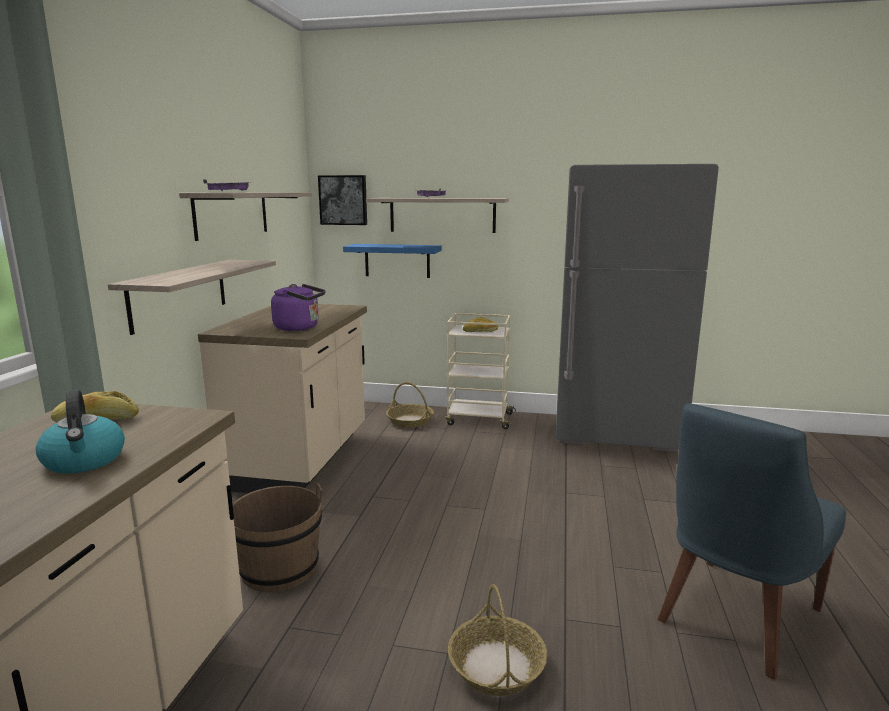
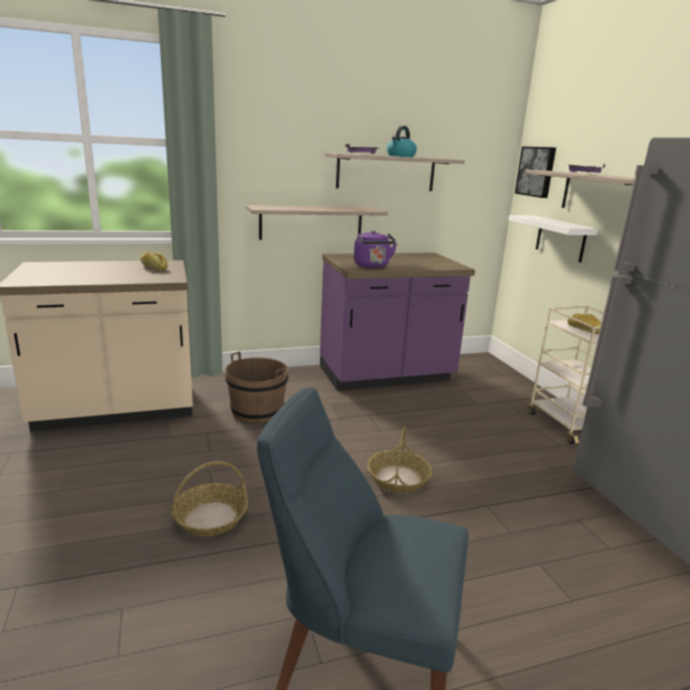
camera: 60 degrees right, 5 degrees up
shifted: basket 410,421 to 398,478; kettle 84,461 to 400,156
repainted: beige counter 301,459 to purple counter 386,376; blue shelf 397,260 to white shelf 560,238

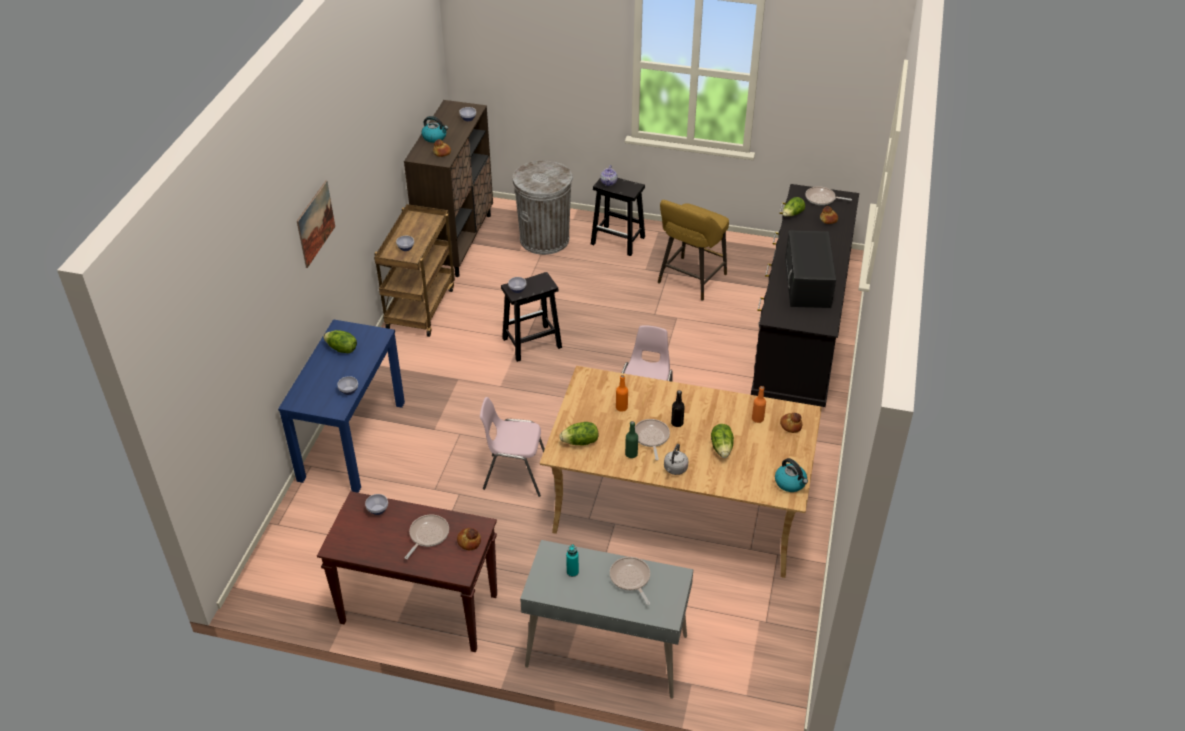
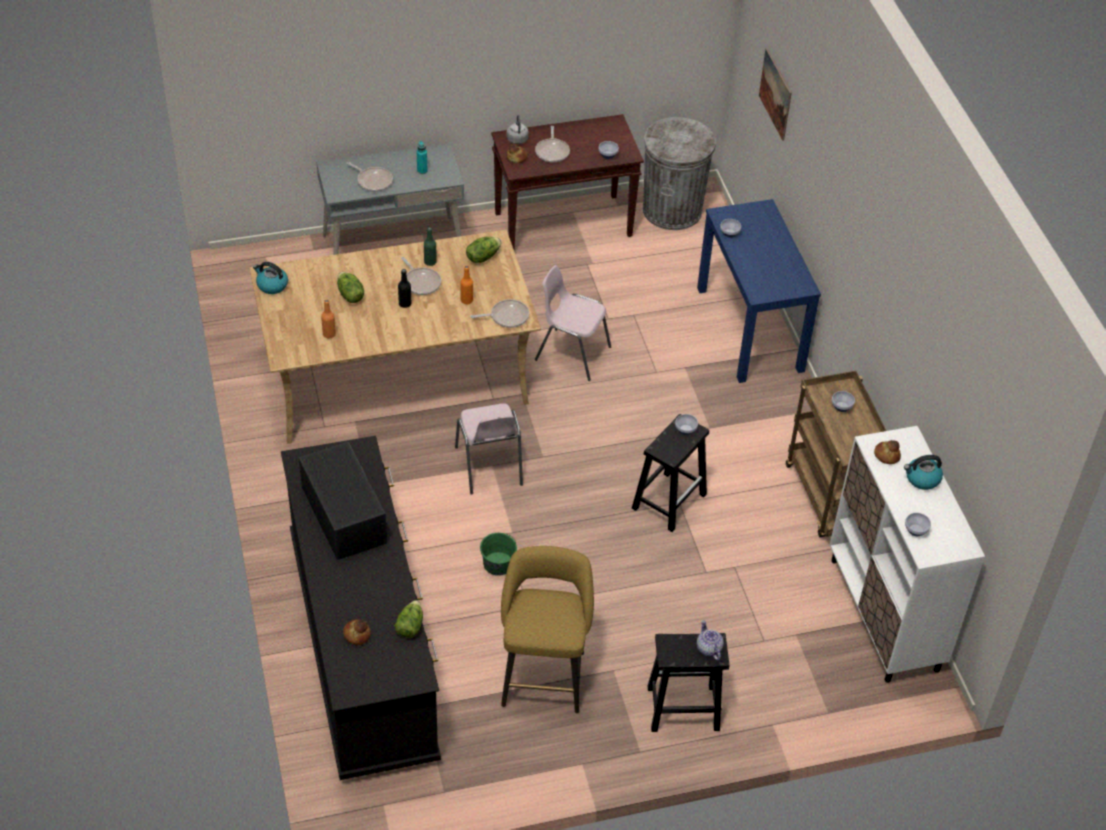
camera: 150 degrees right, 5 degrees up
gone: lettuce 341,349; bread 791,425
new: green bucket 498,564
shifted: frying pan 822,199 to 507,316; grey kettle 675,469 to 517,138; grey trash can 544,239 to 672,210; picture 315,223 to 775,94
repainted: brown cabinet 457,242 to white cabinet 884,615
rotated: pink chair 515,474 = 572,353 135 degrees counterclockwise

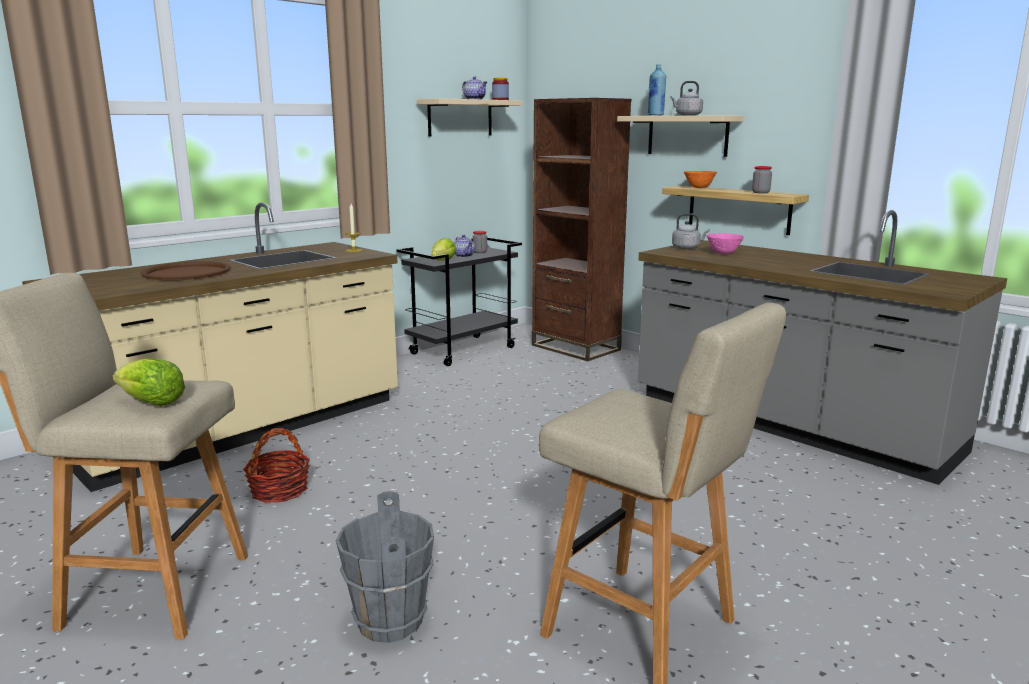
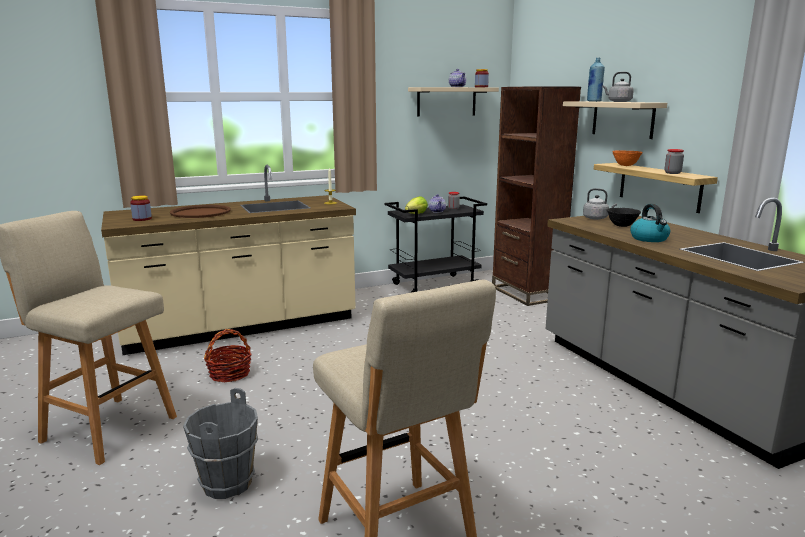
camera: 20 degrees right, 0 degrees up
gone: lettuce 152,403
new: jar 142,219; kettle 649,239
repainted: pink bowl 724,253 to black bowl 622,226

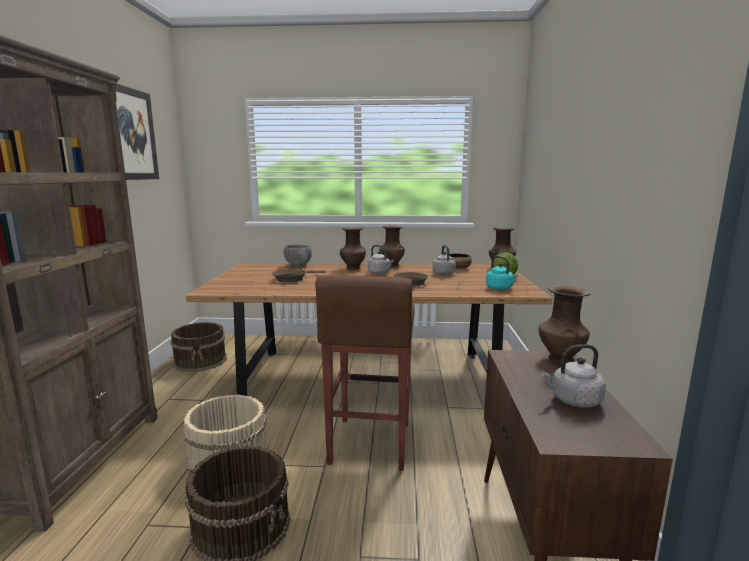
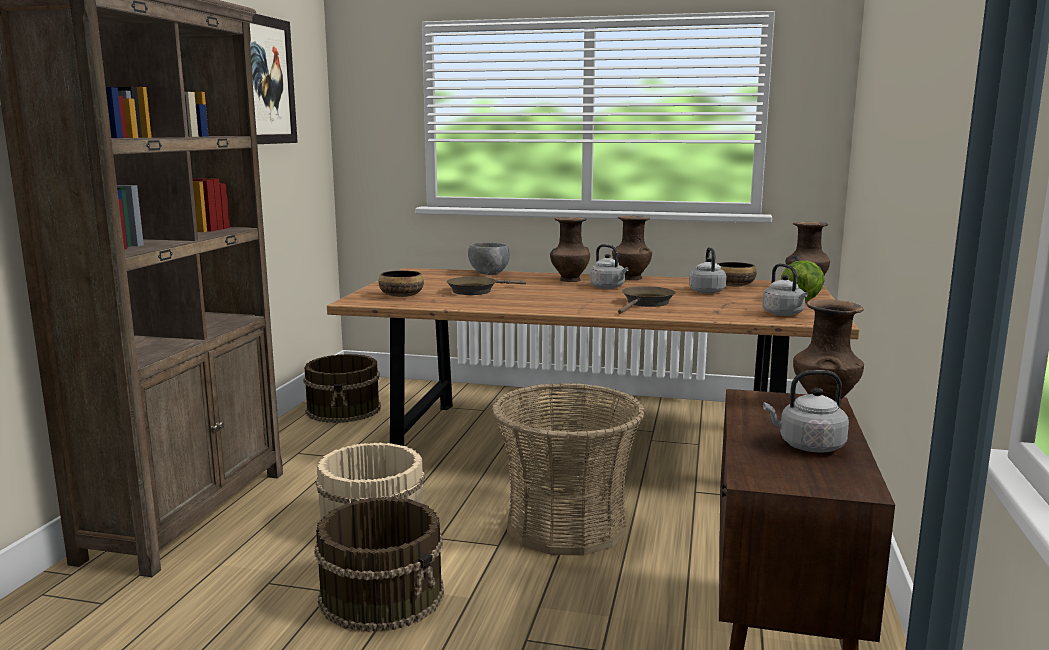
camera: 10 degrees right, 0 degrees up
new: bowl 401,295
swapped: brown stool 369,443 to basket 566,525
repainted: turquoise kettle 500,288 to grey kettle 784,314

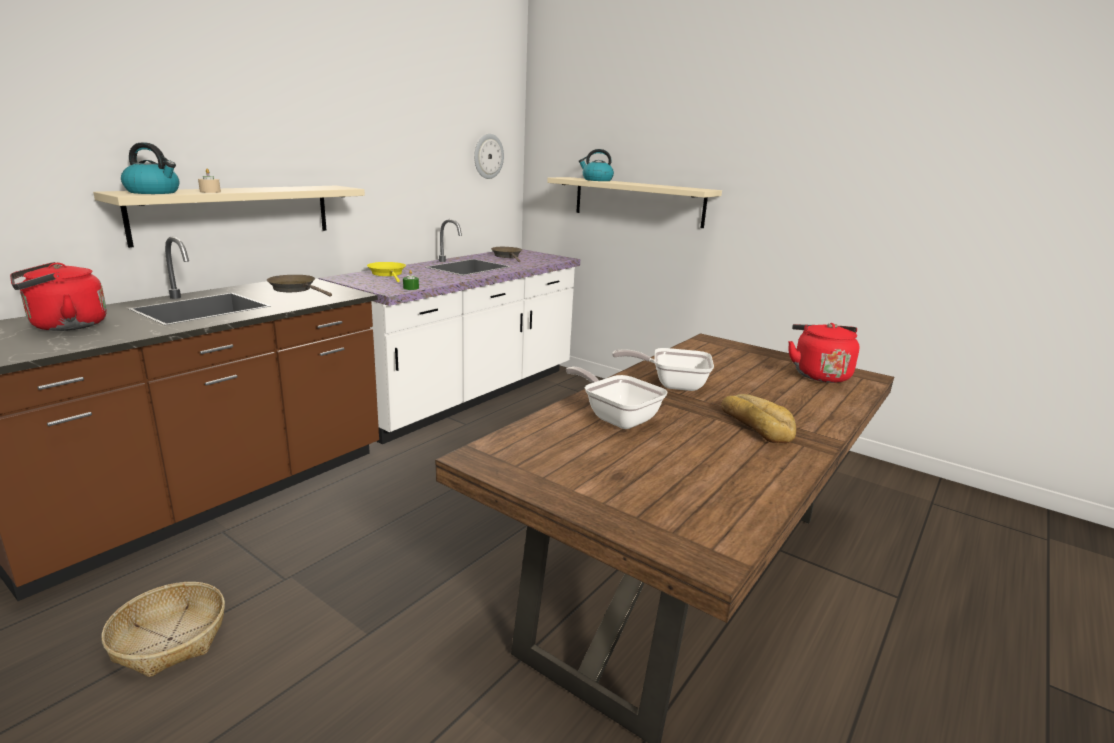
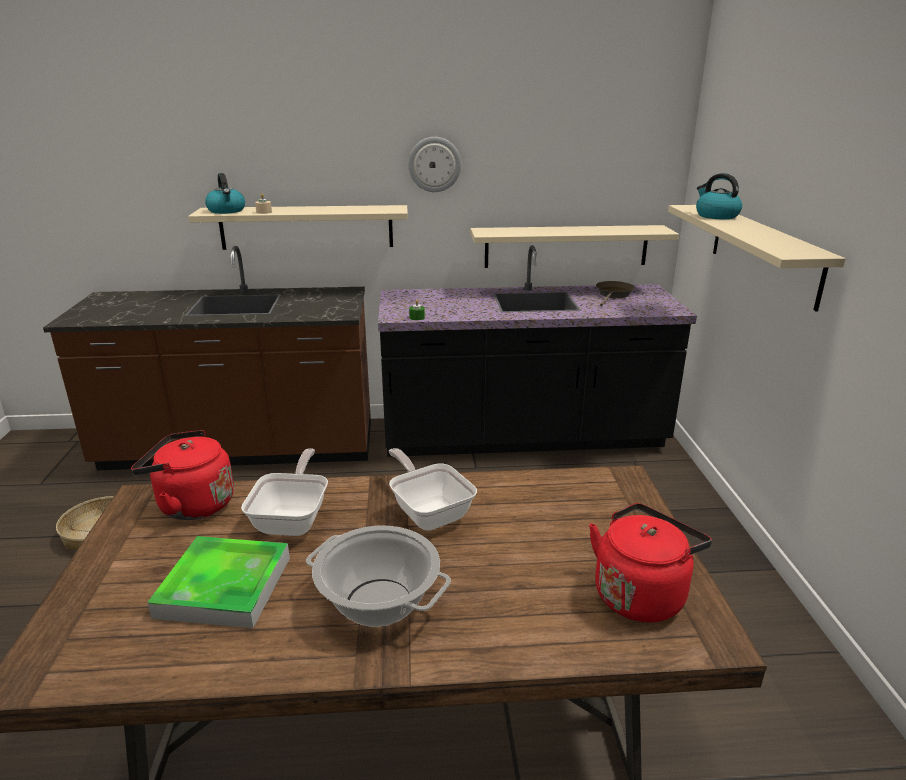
camera: 50 degrees right, 5 degrees up
gone: brown frying pan 295,289; yellow frying pan 388,274
new: tray 224,586; beige shelf 566,246
shifted: red kettle 64,326 to 191,505; wall clock 488,156 to 434,164
swapped: bread 756,425 to cooking pot 378,603
repainted: white counter 465,395 to black counter 523,437

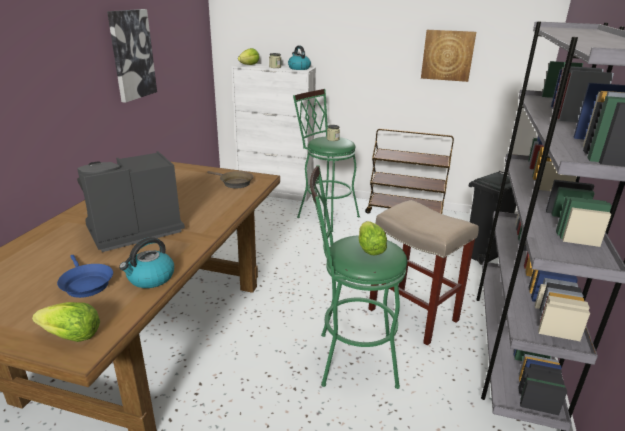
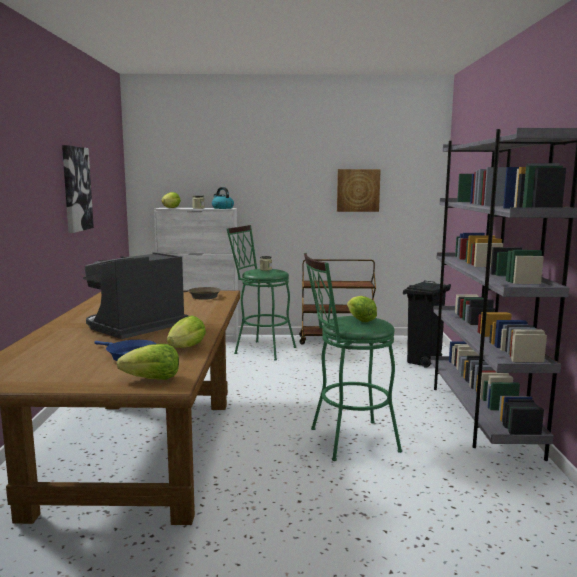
camera: 15 degrees left, 15 degrees down
gone: beige stool 414,315
swapped: kettle 150,278 to lettuce 187,348

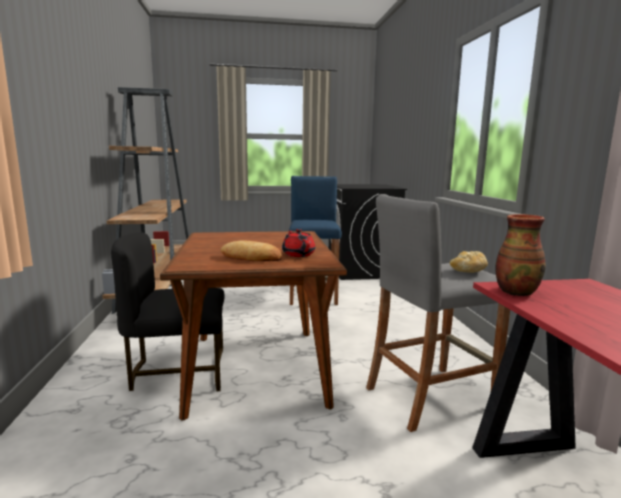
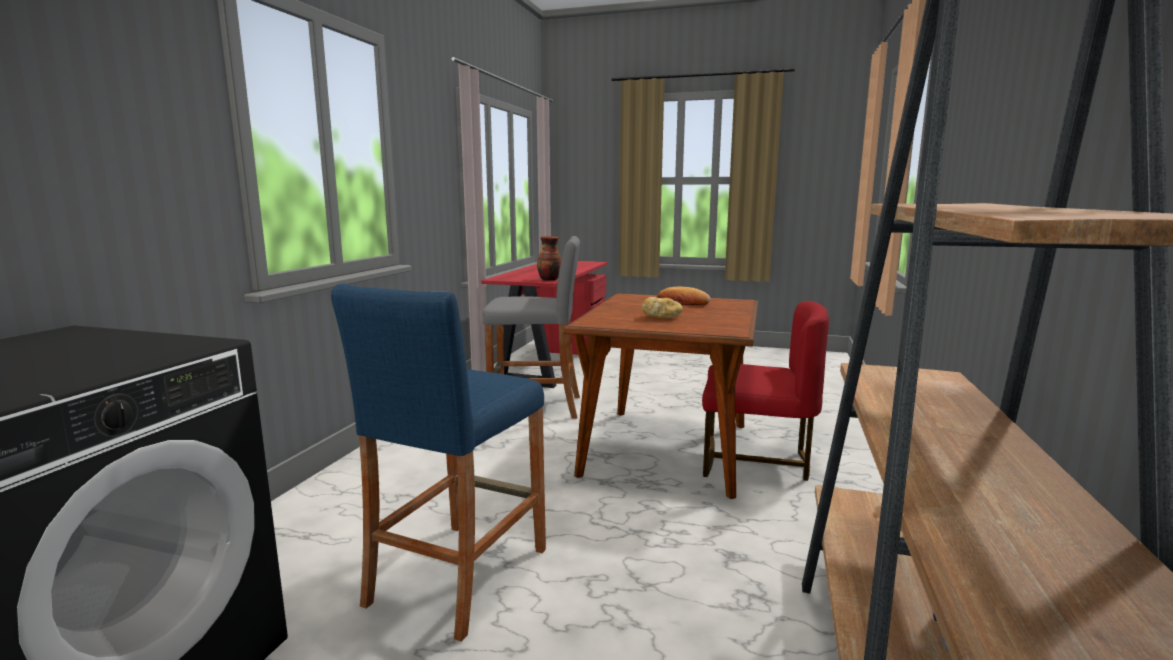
camera: 155 degrees left, 0 degrees up
gone: red teapot 298,254
shifted: bread 468,271 to 662,317
repainted: black chair 179,371 to red chair 755,461

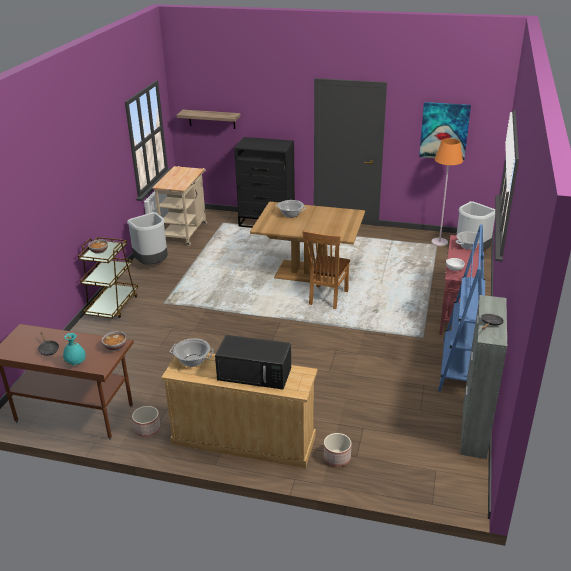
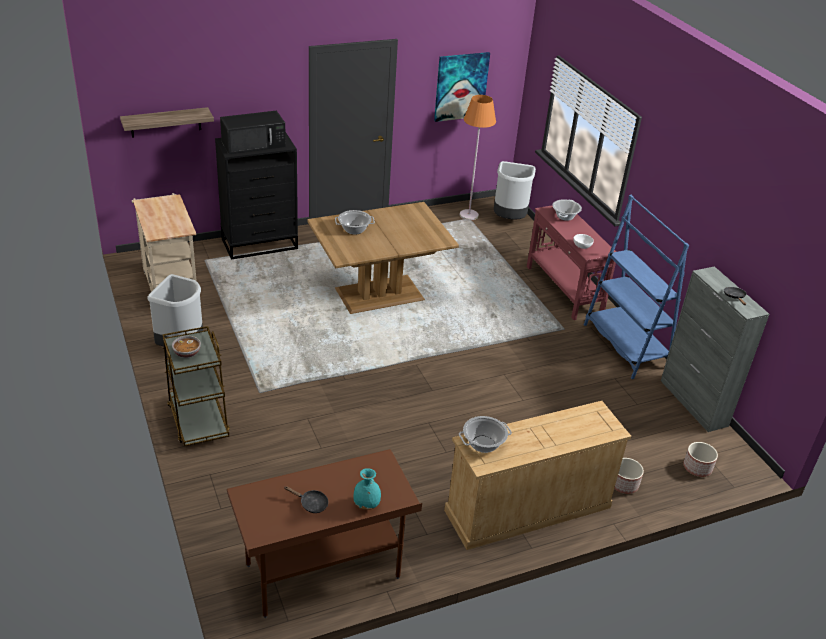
camera: 40 degrees left, 5 degrees up
gone: bowl 115,347; brown chair 326,299
shifted: black microwave 255,373 to 254,144; planter 147,429 to 697,468

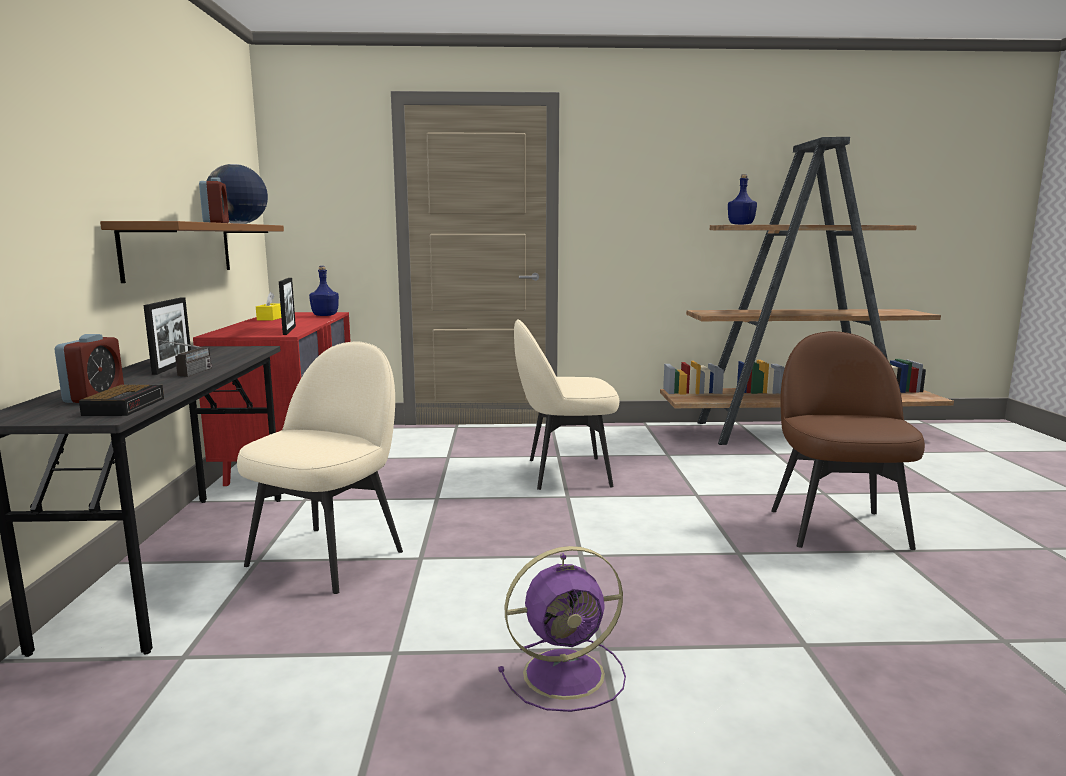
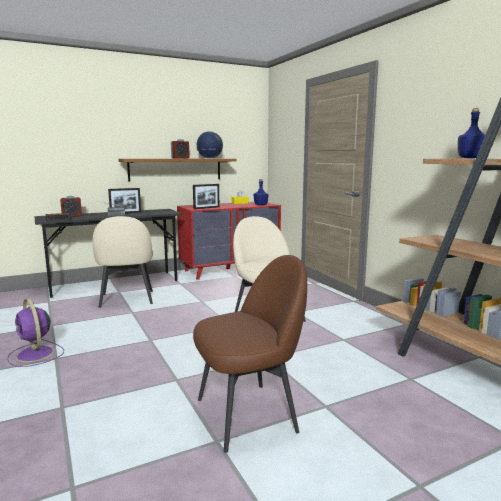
camera: 65 degrees right, 0 degrees up
rotated: beige chair 329,556 = 126,299 75 degrees clockwise

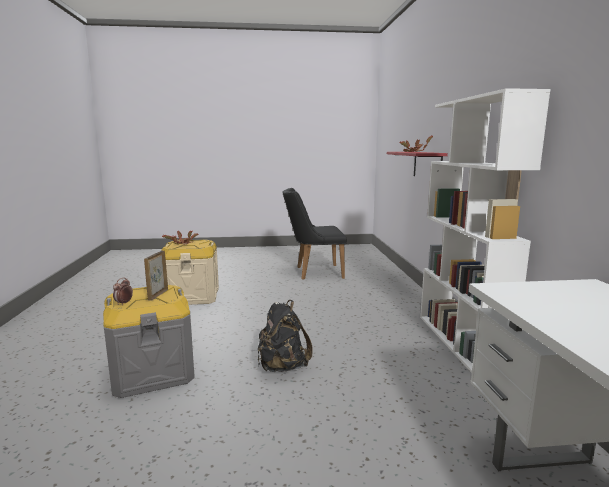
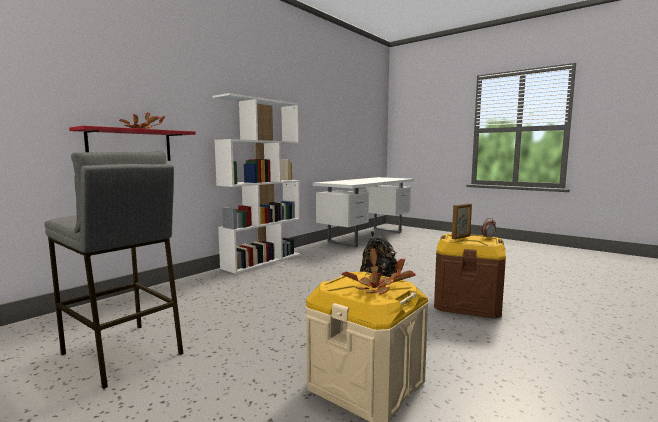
camera: 135 degrees left, 5 degrees down
swapped: black chair 314,272 to grey stool 123,354
repainted: grey storage box 152,372 to brown storage box 467,304

